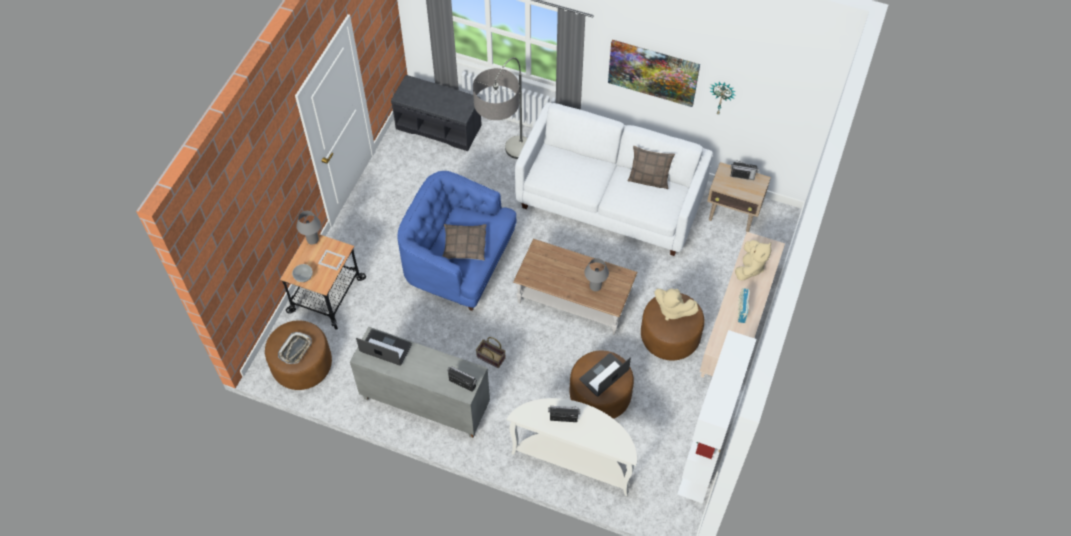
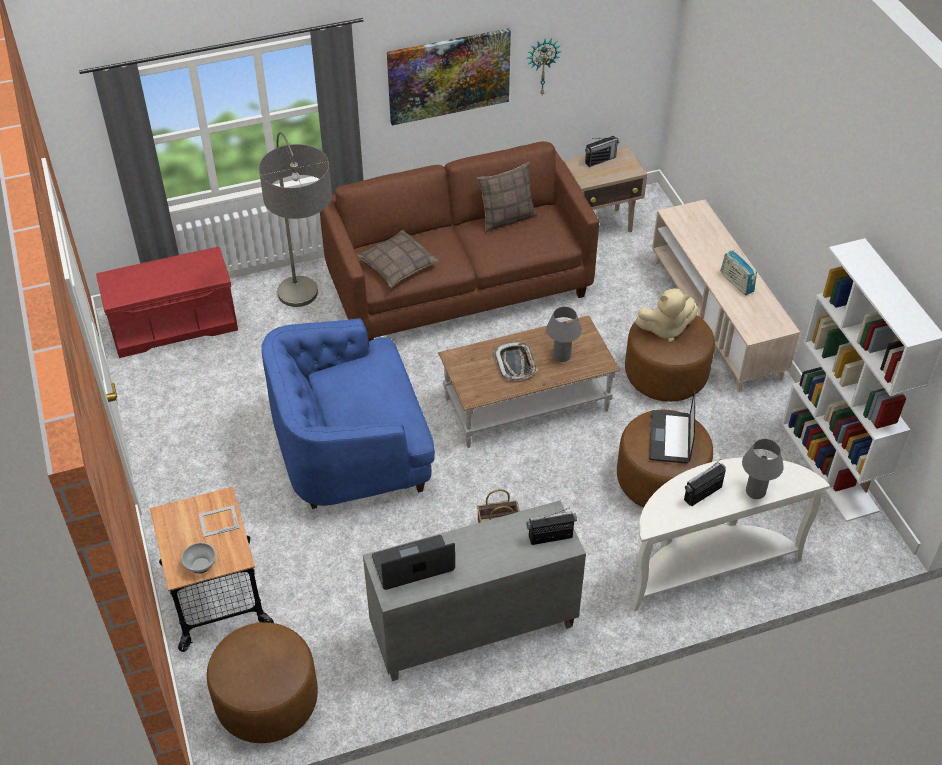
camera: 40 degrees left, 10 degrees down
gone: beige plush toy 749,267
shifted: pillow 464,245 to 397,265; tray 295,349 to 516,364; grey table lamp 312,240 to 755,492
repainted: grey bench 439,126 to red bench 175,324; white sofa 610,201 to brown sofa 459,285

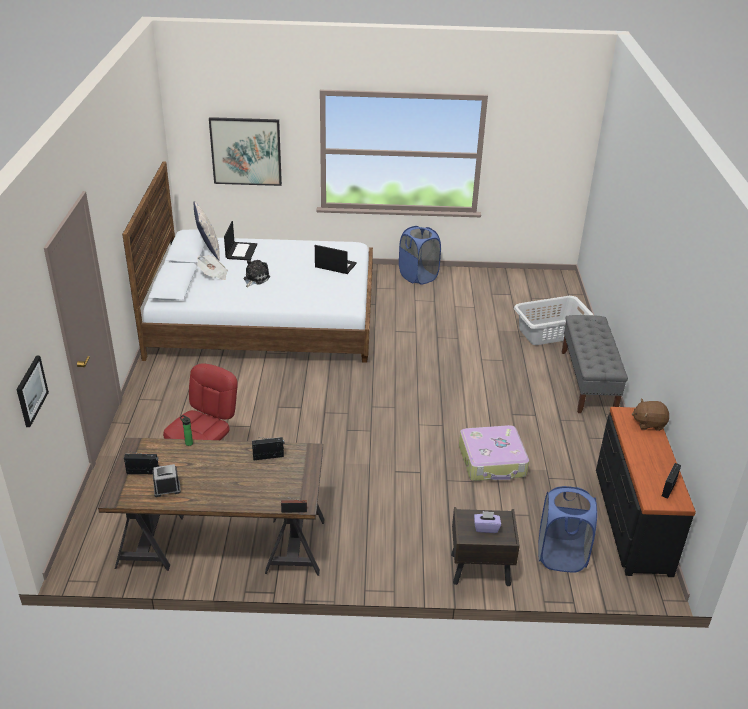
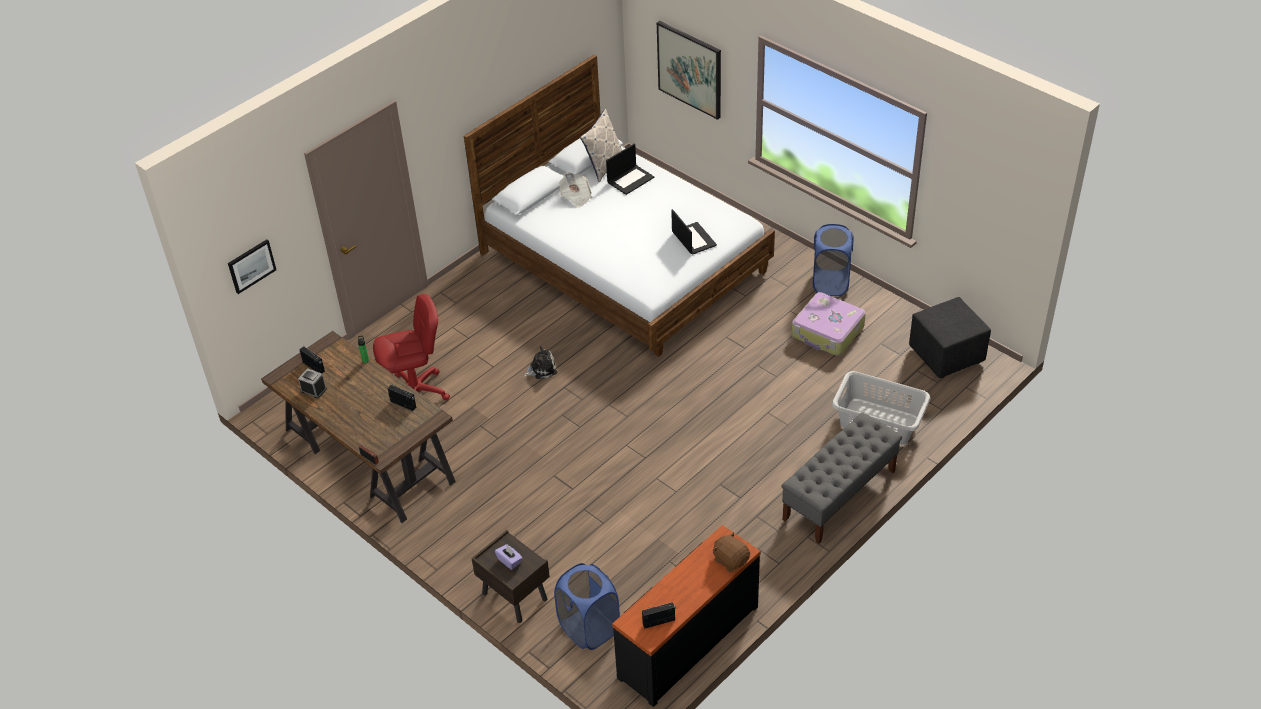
camera: 45 degrees right, 10 degrees up
new: black ottoman 947,356
shifted: plush toy 255,279 to 541,369; suitcase 492,461 to 827,332

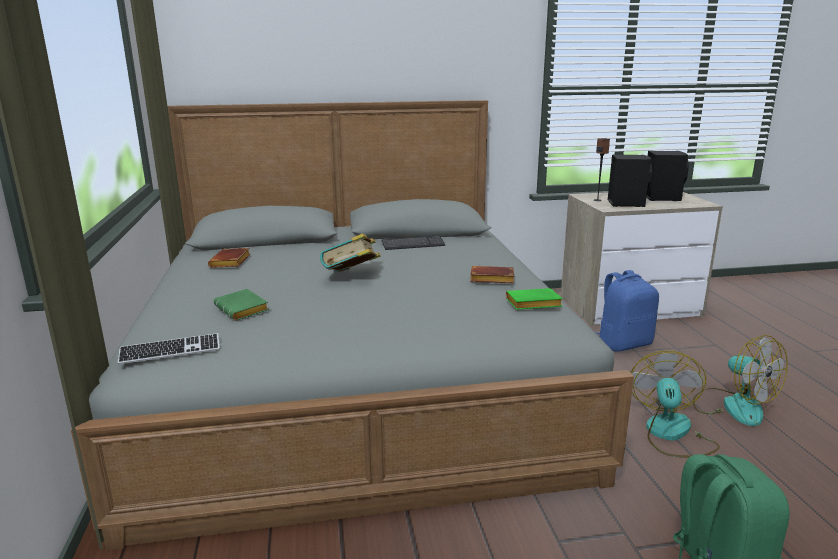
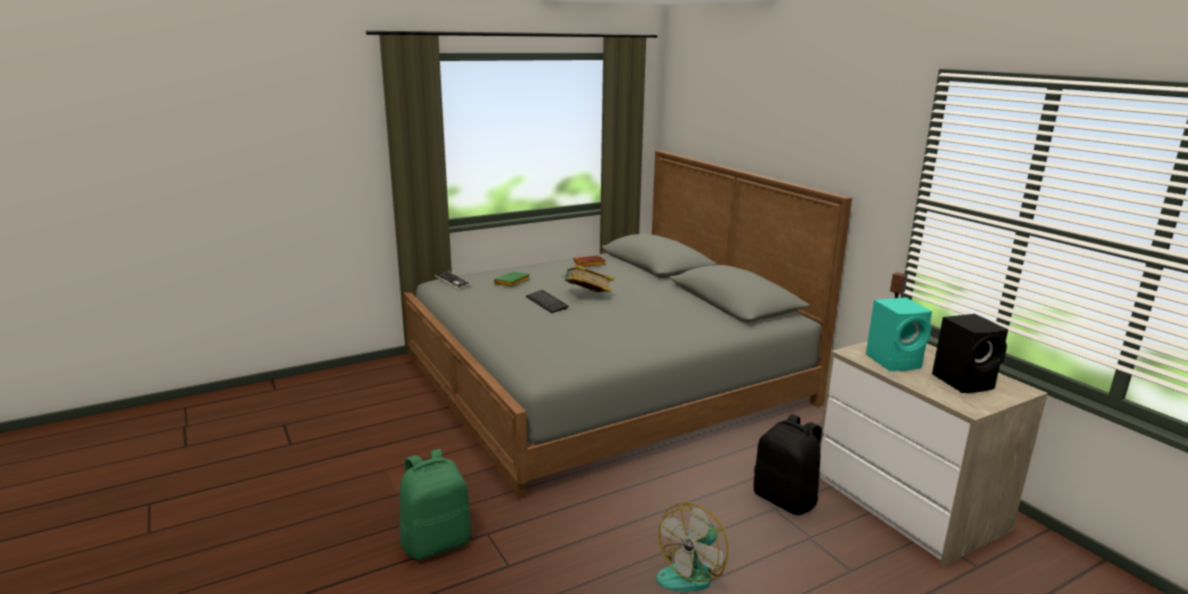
camera: 70 degrees right, 0 degrees up
gone: brown book 490,279; green book 532,304; fan 671,434
shifted: keyboard 413,244 to 546,303
repainted: blue backpack 623,344 to black backpack 786,499; black speaker 626,203 to turquoise speaker 895,361

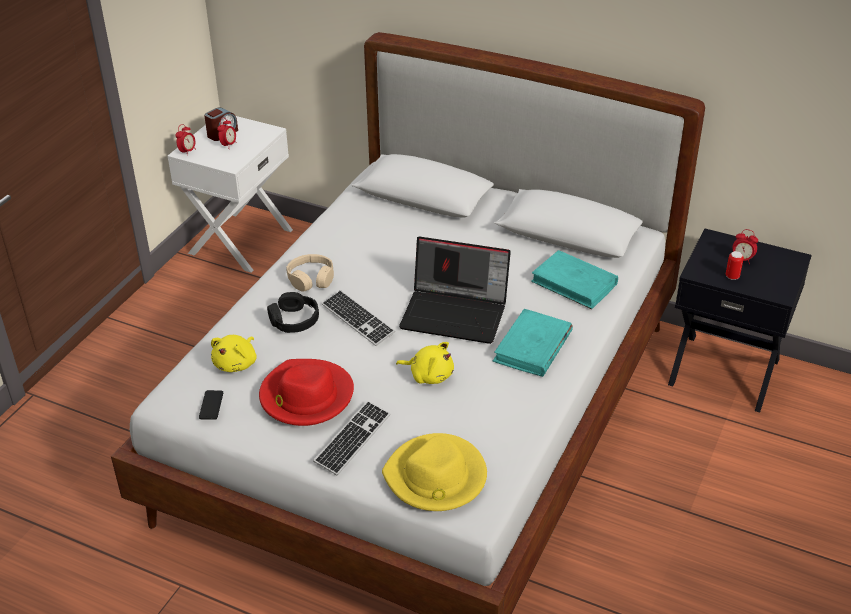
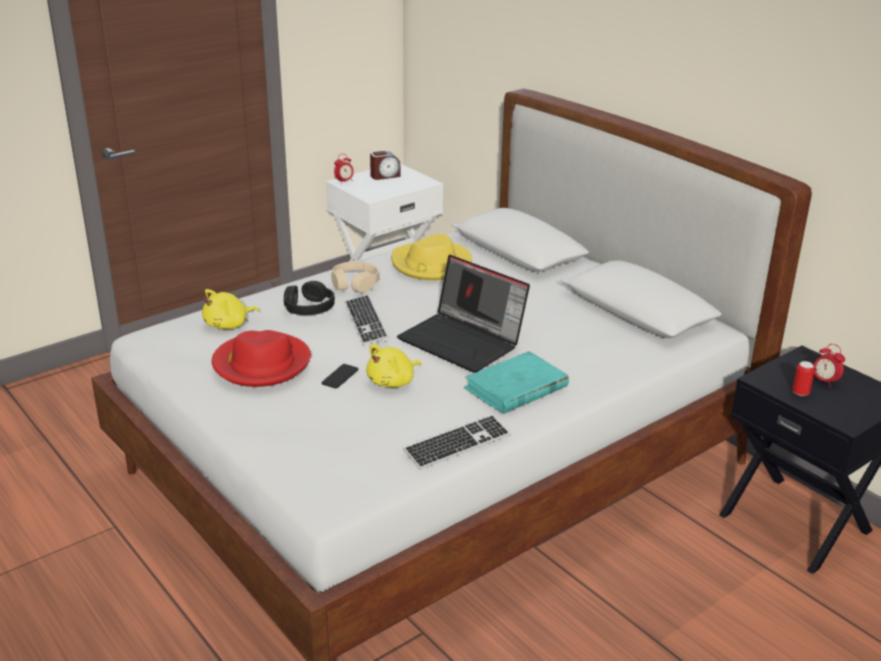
camera: 25 degrees right, 10 degrees down
gone: alarm clock 228,145; turquoise book 574,283
shifted: phone 211,405 to 340,376; yellow hat 436,477 to 431,264; keyboard 353,439 to 457,444
rotated: yellow plush toy 429,375 = 393,382 90 degrees clockwise

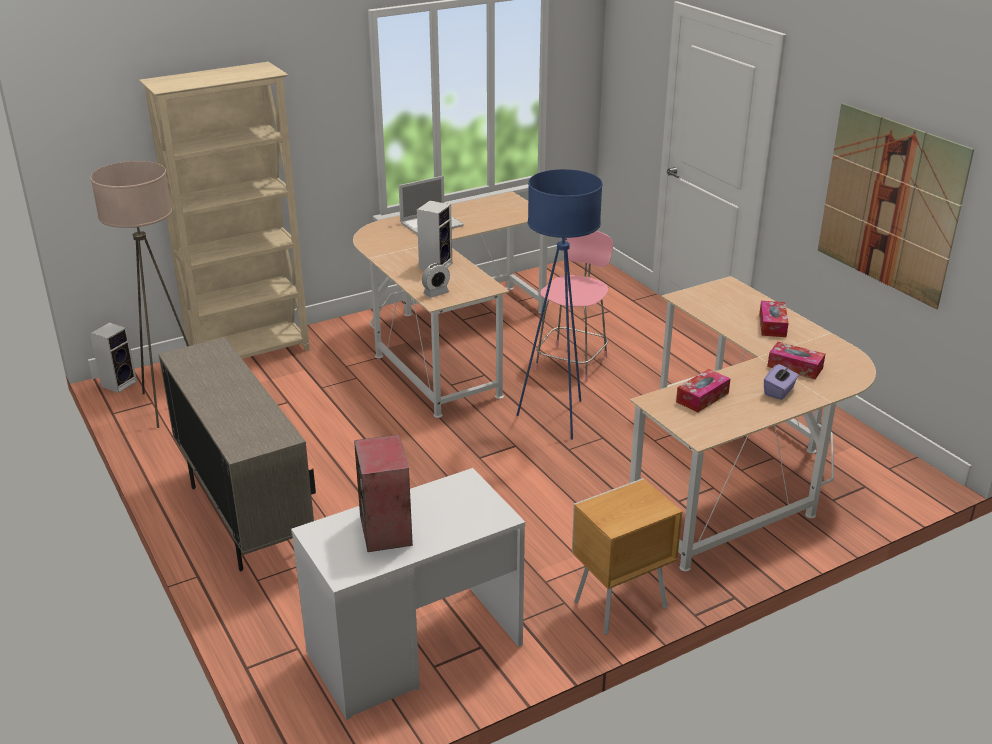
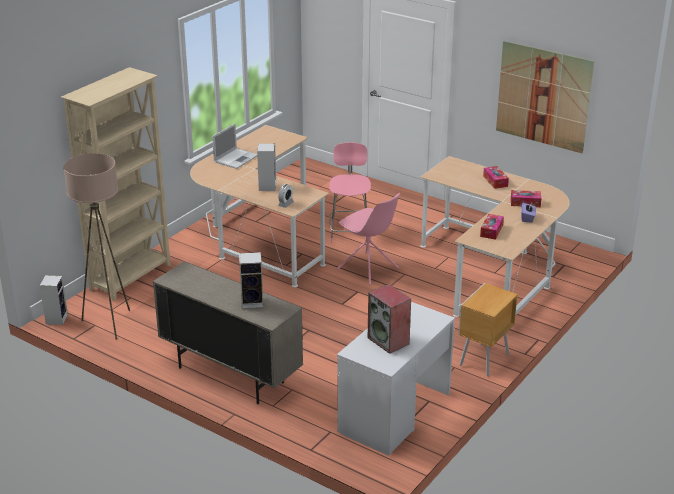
camera: 25 degrees left, 0 degrees up
new: speaker 253,302
swapped: blue floor lamp 557,418 to pink chair 368,269

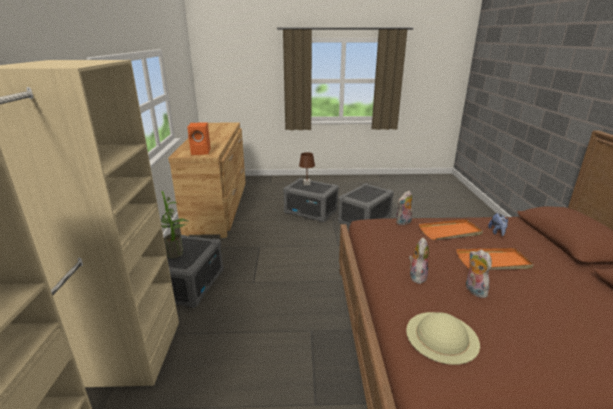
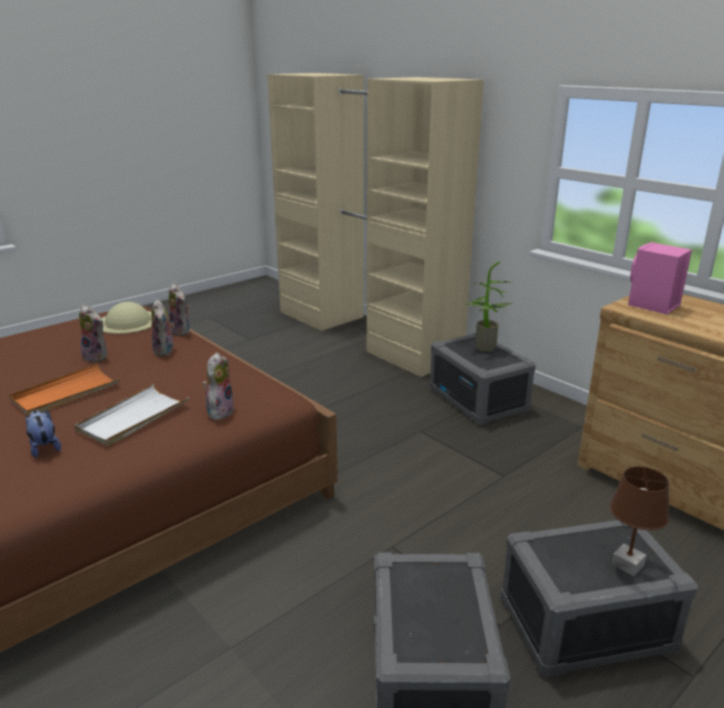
camera: 140 degrees right, 0 degrees up
new: plush toy 182,331
repainted: orange tray 450,232 to white tray 133,418; orange speaker 201,152 to pink speaker 652,306

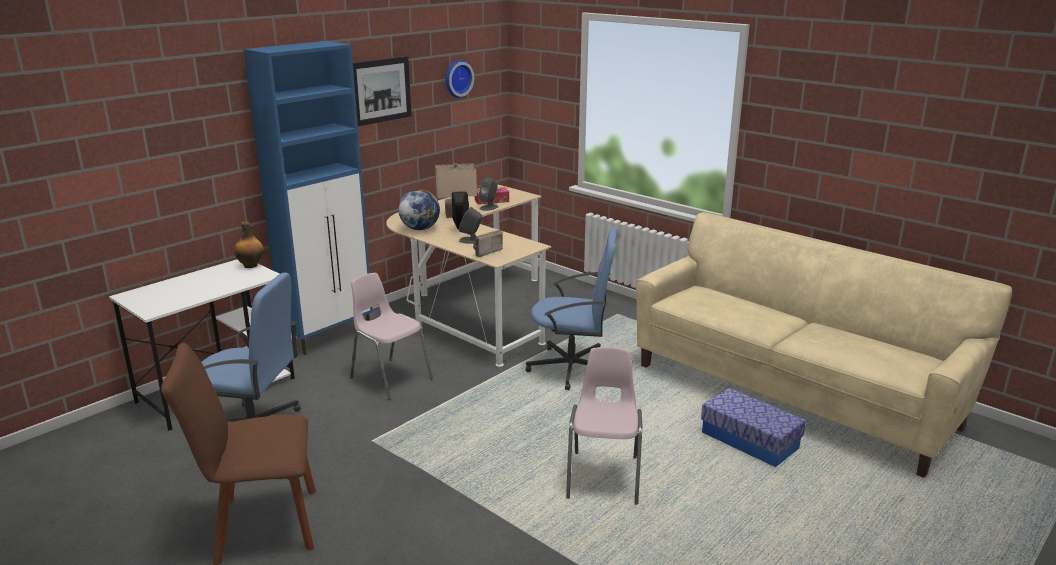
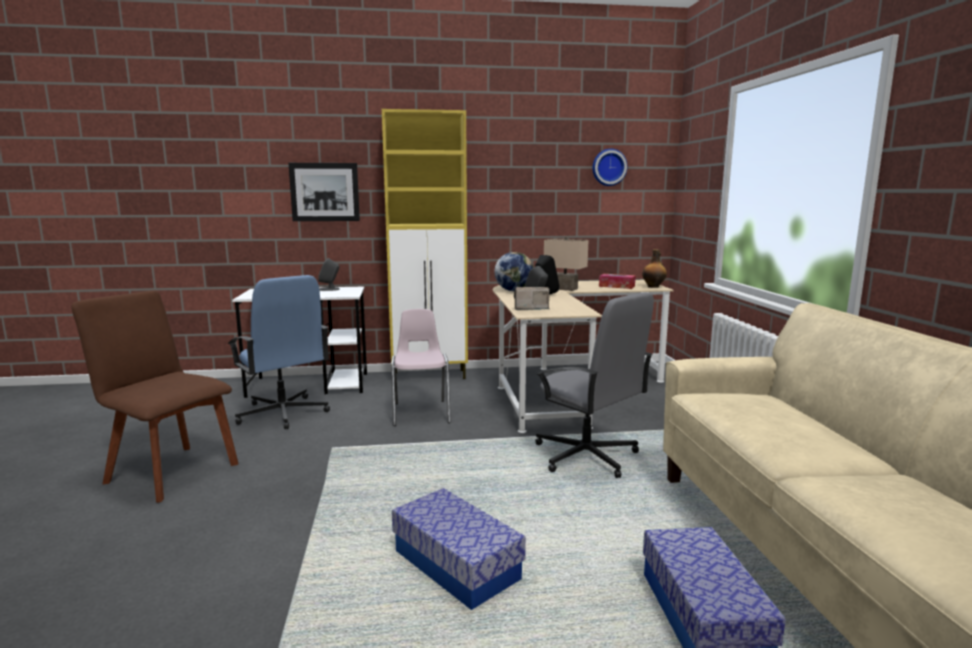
camera: 40 degrees right, 10 degrees down
shifted: picture 381,90 to 324,192; grey speaker 489,207 to 329,289; bottle 251,265 to 653,287
swapped: pink chair 604,477 to storage box 456,565
repainted: blue cabinet 330,336 to yellow cabinet 430,375; blue office chair 572,368 to grey office chair 587,456

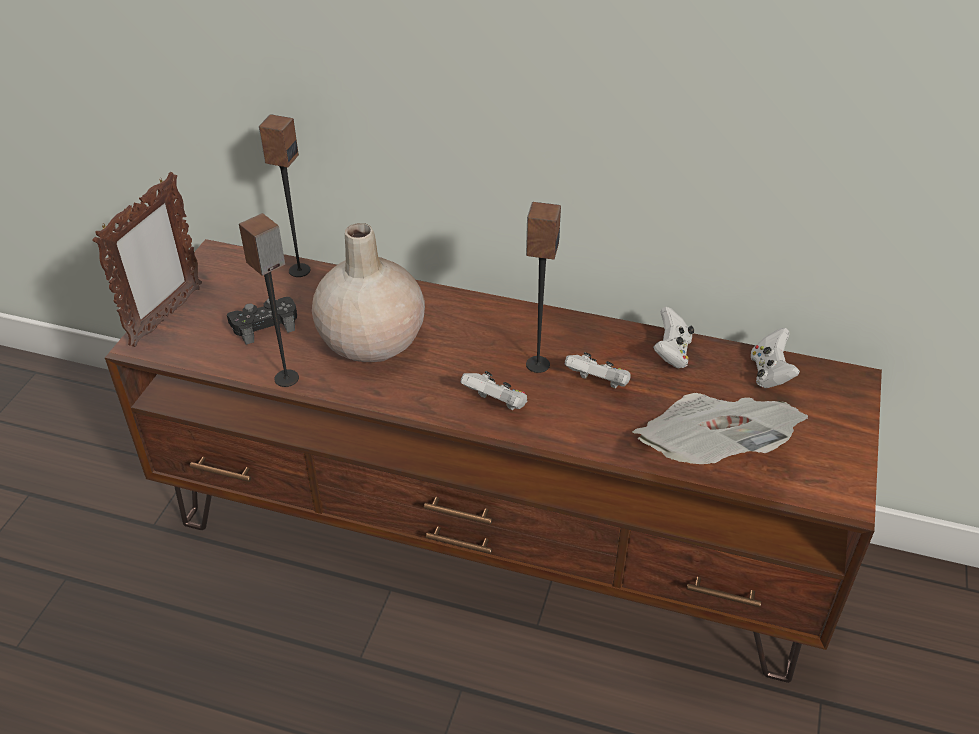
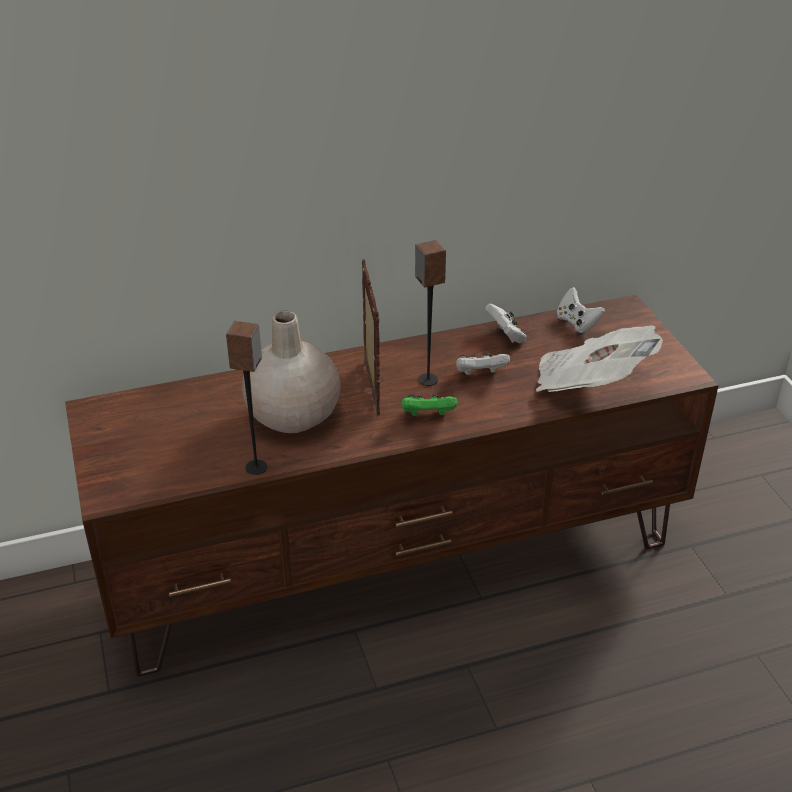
camera: 35 degrees left, 5 degrees down
gone: black game controller 265,325; speaker 299,270
shifted: picture frame 166,317 to 371,388
repainted: white game controller 496,404 to green game controller 428,416

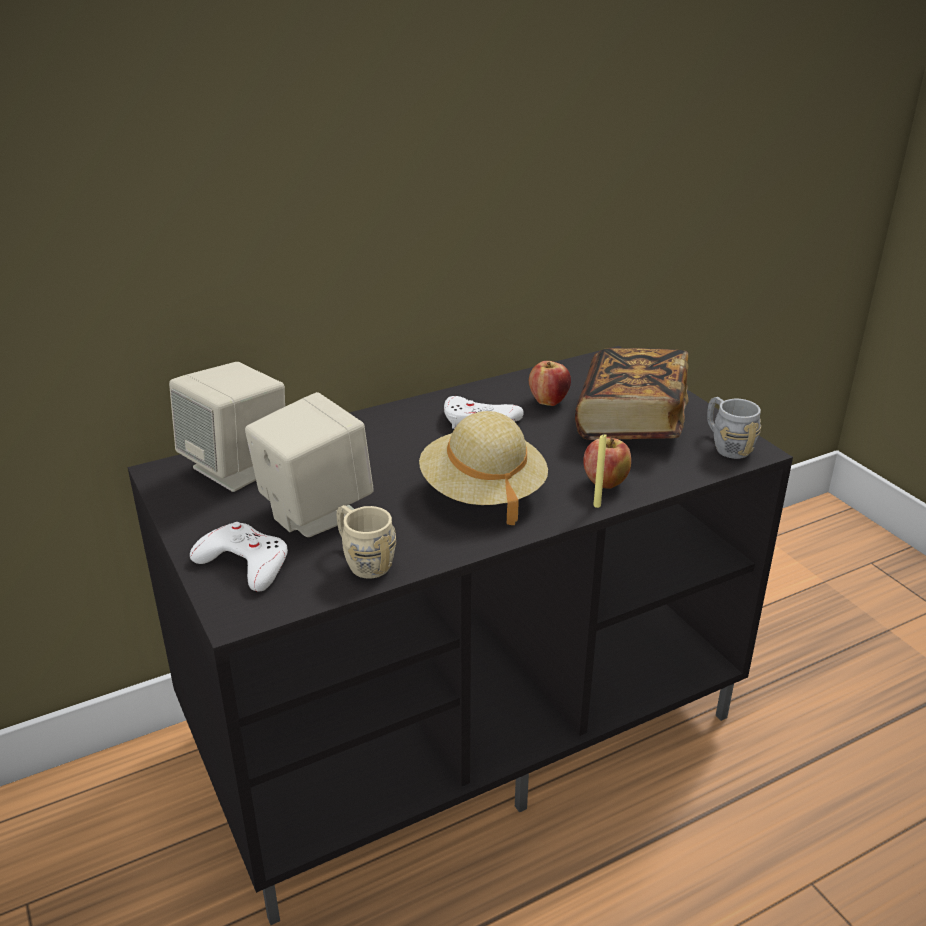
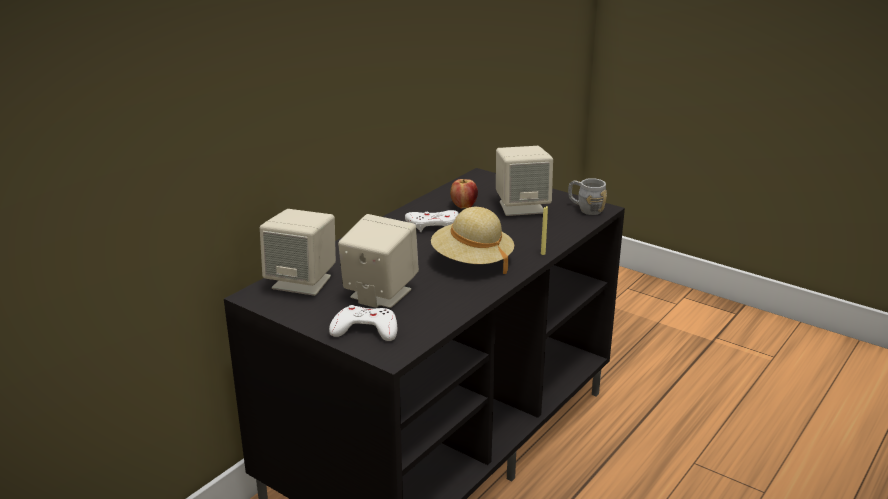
camera: 25 degrees left, 5 degrees down
gone: beige mug 363,560; apple 605,483
swapped: book 631,421 to beige speaker 522,207

